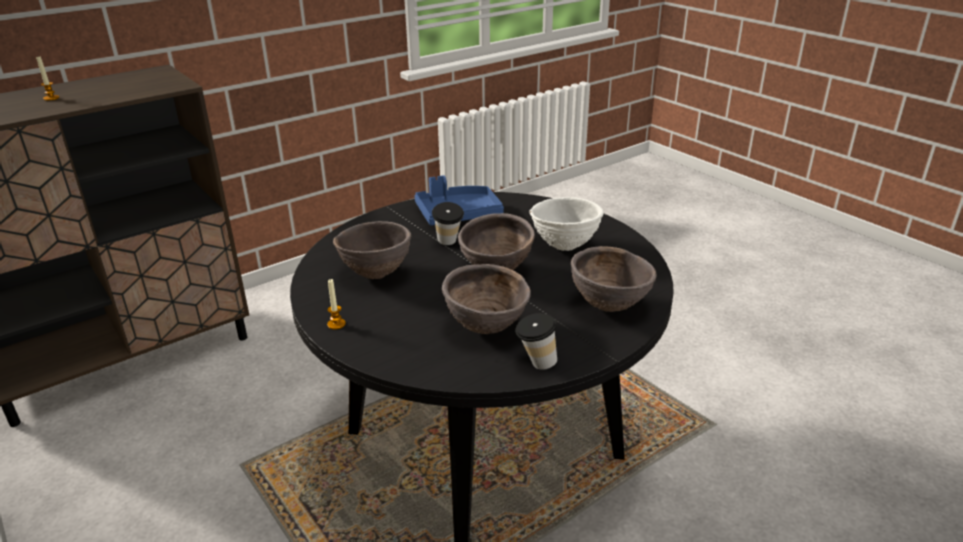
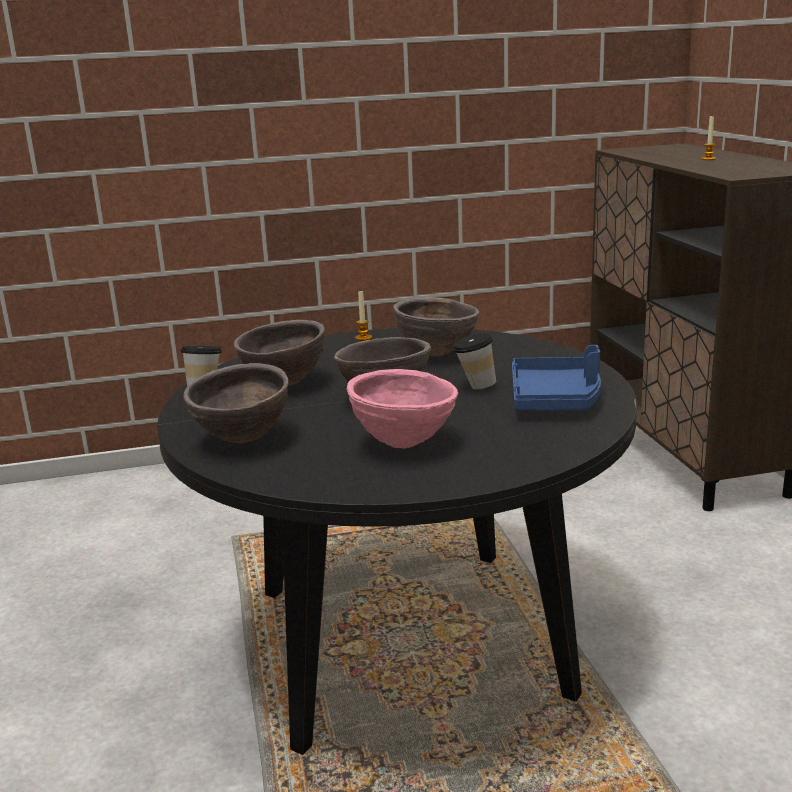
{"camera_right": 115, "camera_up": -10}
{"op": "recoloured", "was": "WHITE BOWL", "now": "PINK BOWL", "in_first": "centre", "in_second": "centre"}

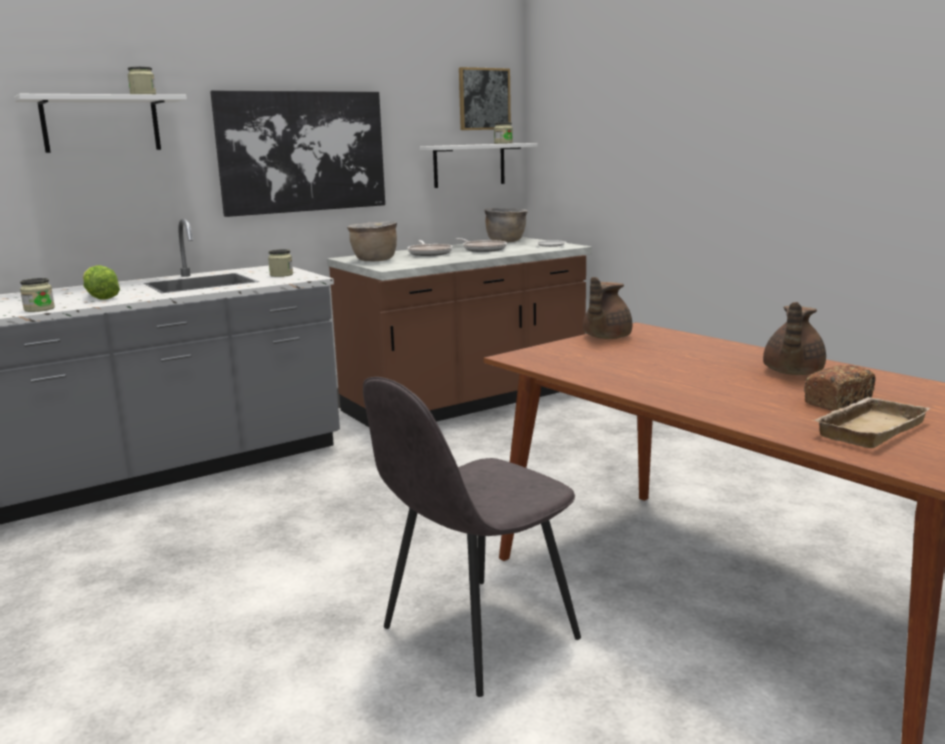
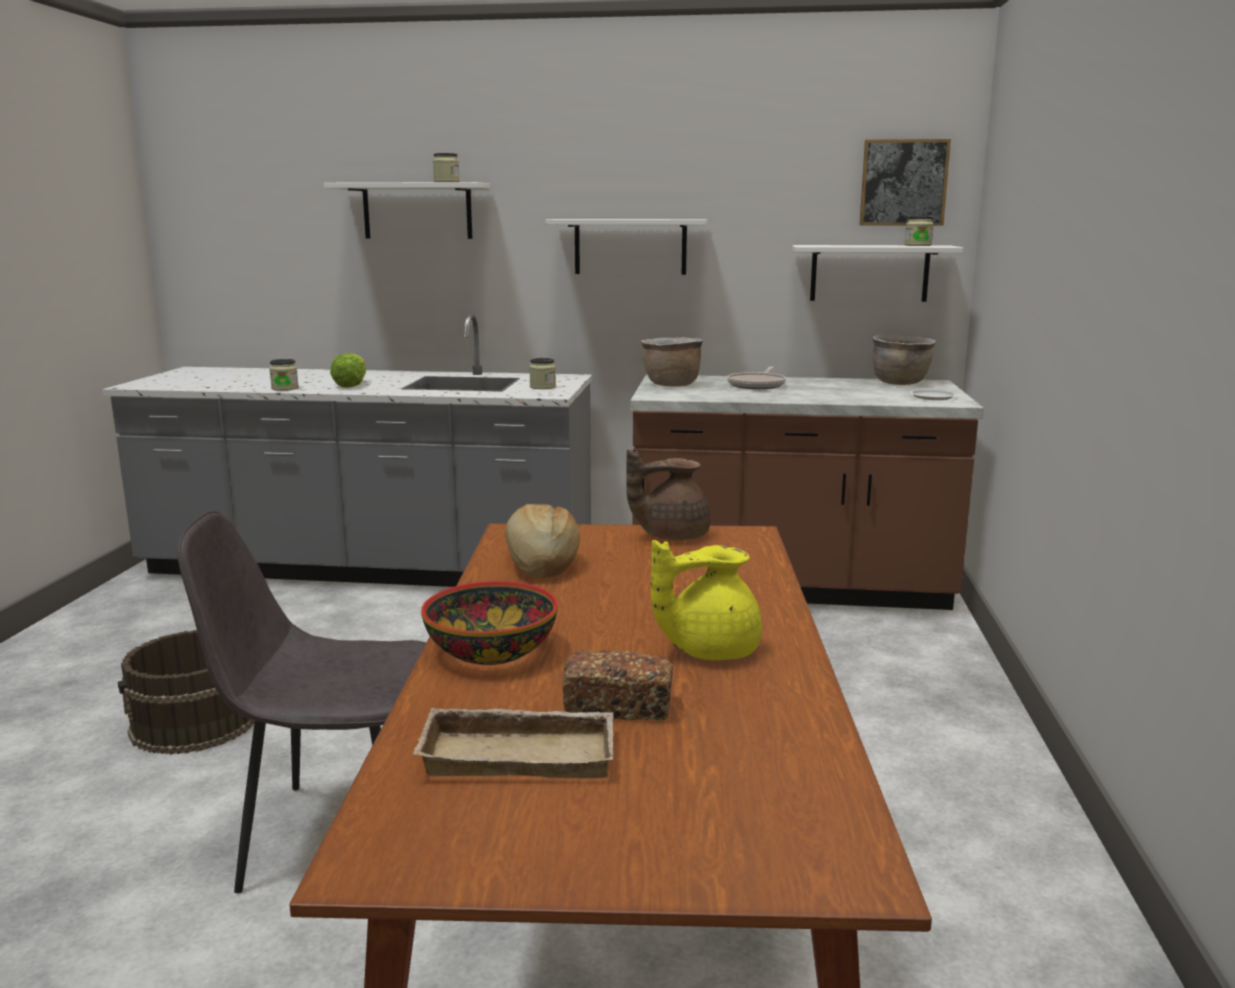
{"camera_right": 40, "camera_up": 0}
{"op": "replaced", "was": "PICTURE (1st from left)", "now": "WHITE SHELF (2nd from left)", "in_first": "top left", "in_second": "top centre"}
{"op": "removed", "was": "FRYING PAN (2nd from left)", "in_first": "top centre"}
{"op": "recoloured", "was": "BROWN TEAPOT (2nd from left)", "now": "YELLOW TEAPOT", "in_first": "middle right", "in_second": "centre"}
{"op": "added", "now": "BROWN BUCKET", "in_second": "bottom left"}
{"op": "added", "now": "BOWL", "in_second": "centre"}
{"op": "added", "now": "BREAD (1st from left)", "in_second": "centre"}

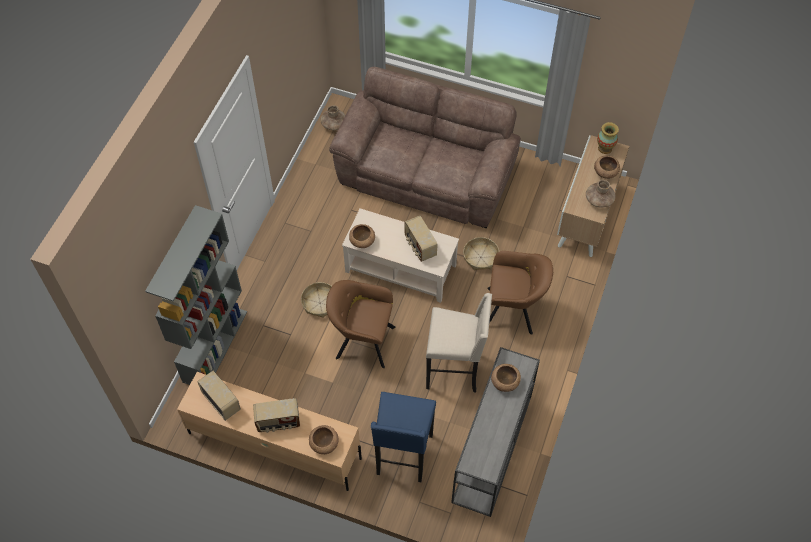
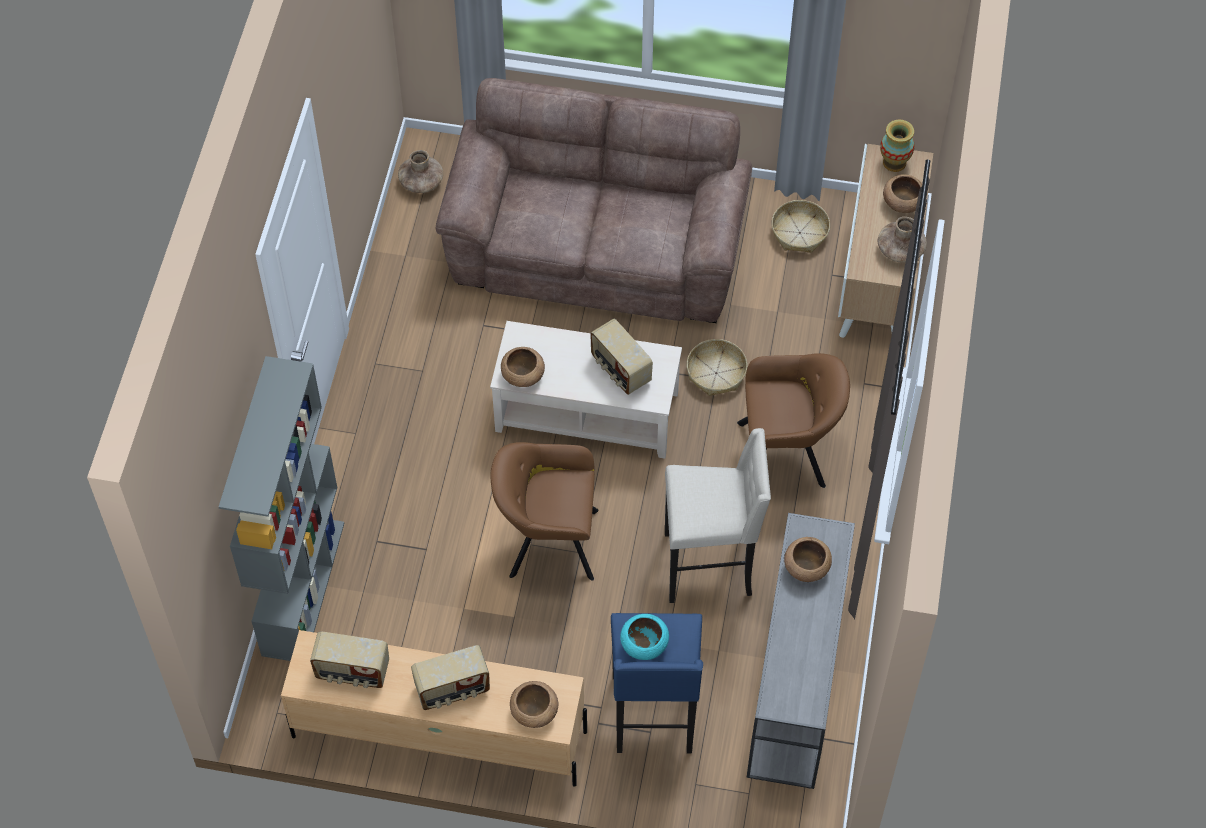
{"camera_right": -10, "camera_up": 0}
{"op": "turned", "was": "RADIO (1st from left)", "in_first": "bottom left", "in_second": "bottom left", "clockwise": 150}
{"op": "moved", "was": "BASKET (1st from left in the first image)", "now": "BASKET (2nd from left)", "in_first": "centre", "in_second": "top centre"}
{"op": "added", "now": "TURQUOISE BOWL", "in_second": "bottom centre"}

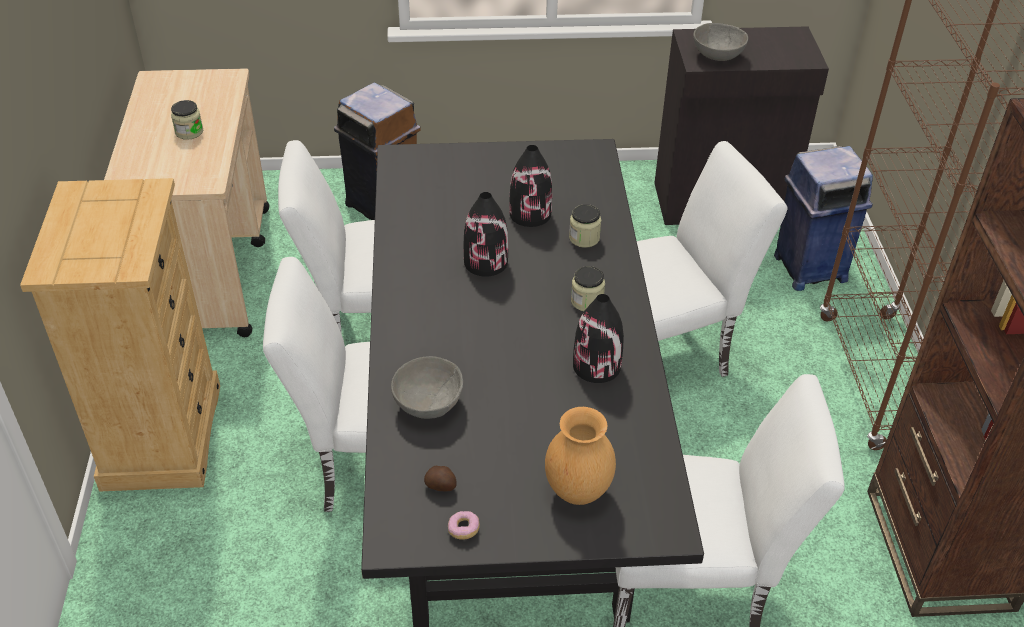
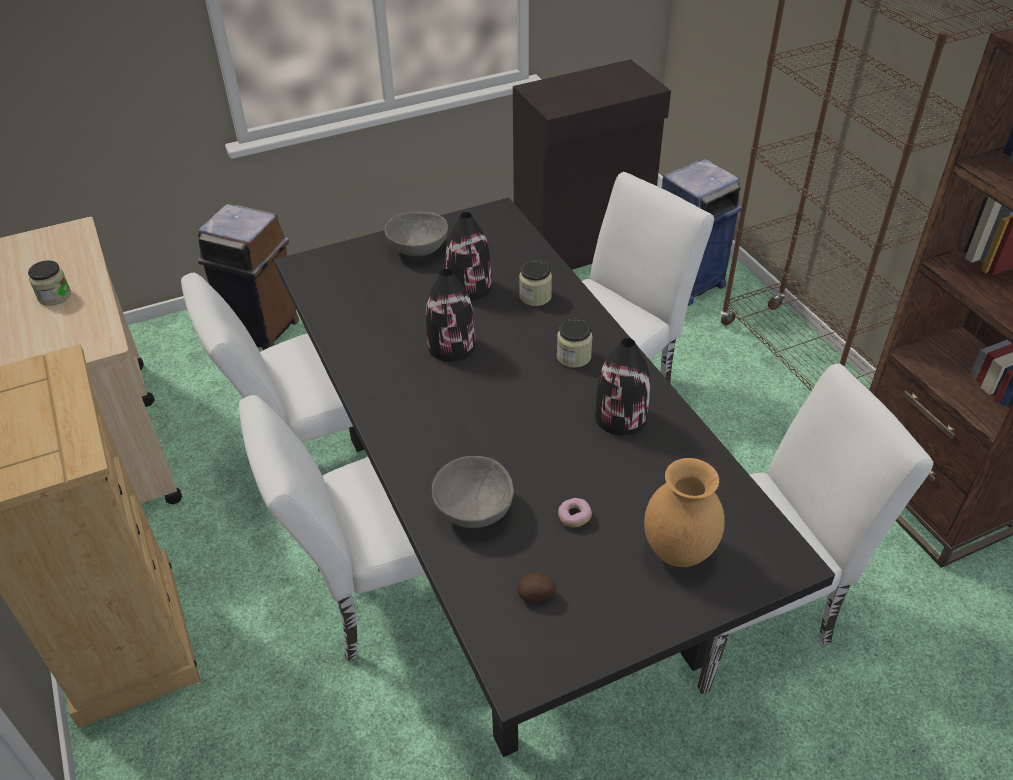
{"camera_right": -20, "camera_up": 0}
{"op": "moved", "was": "DONUT", "in_first": "bottom centre", "in_second": "centre"}
{"op": "moved", "was": "GREY BOWL (2nd from left in the first image)", "now": "GREY BOWL (1st from left)", "in_first": "top right", "in_second": "top centre"}

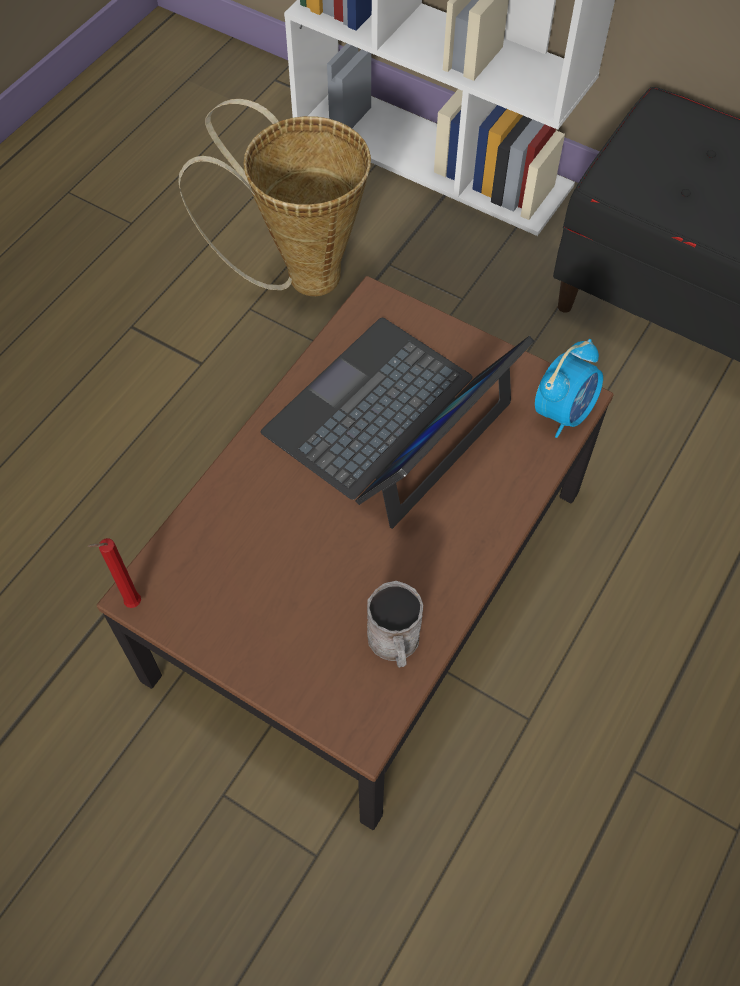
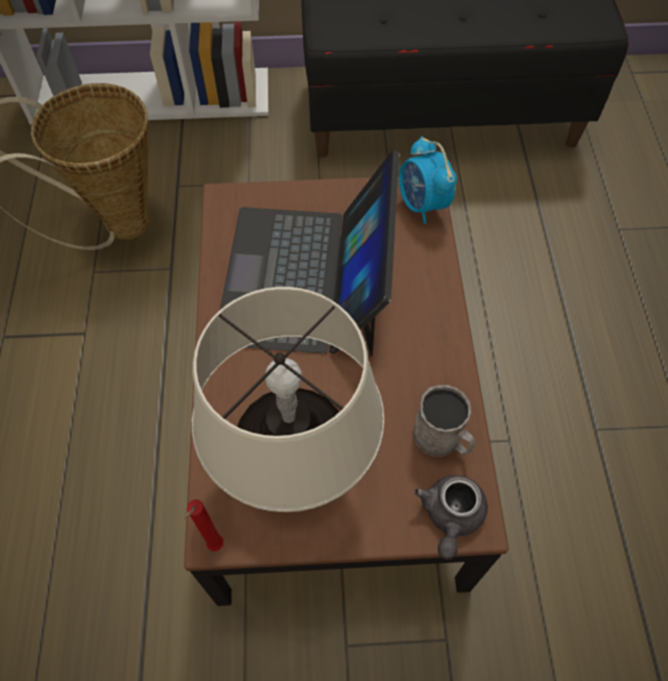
{"camera_right": -35, "camera_up": 0}
{"op": "turned", "was": "ALARM CLOCK", "in_first": "middle right", "in_second": "top centre", "clockwise": 150}
{"op": "added", "now": "BEIGE TABLE LAMP", "in_second": "centre"}
{"op": "added", "now": "GREY TEAPOT", "in_second": "bottom right"}

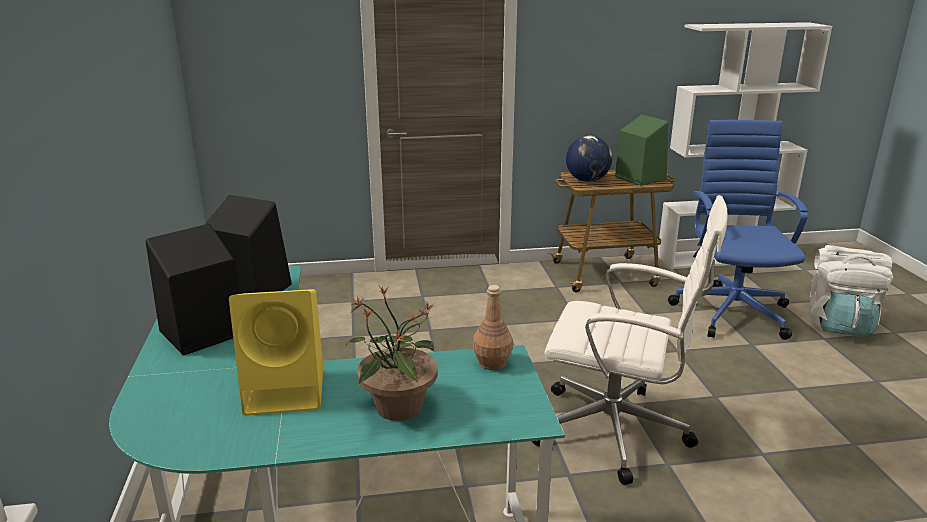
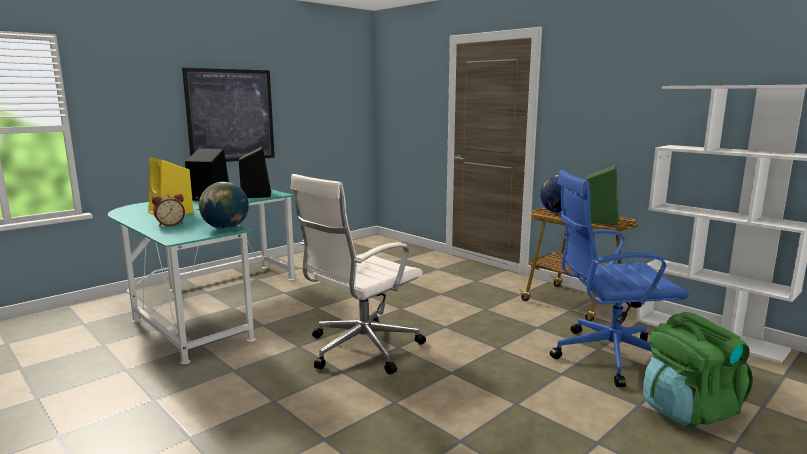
{"camera_right": 55, "camera_up": -10}
{"op": "replaced", "was": "POTTED PLANT", "now": "ALARM CLOCK", "in_first": "bottom centre", "in_second": "middle left"}
{"op": "replaced", "was": "BROWN BOTTLE", "now": "GLOBE (1st from left)", "in_first": "centre", "in_second": "middle left"}
{"op": "turned", "was": "WHITE OFFICE CHAIR", "in_first": "middle right", "in_second": "centre", "clockwise": 60}
{"op": "turned", "was": "BLUE OFFICE CHAIR", "in_first": "middle right", "in_second": "middle right", "clockwise": -150}
{"op": "recoloured", "was": "WHITE BACKPACK", "now": "GREEN BACKPACK", "in_first": "middle right", "in_second": "bottom right"}
{"op": "added", "now": "PICTURE", "in_second": "top left"}

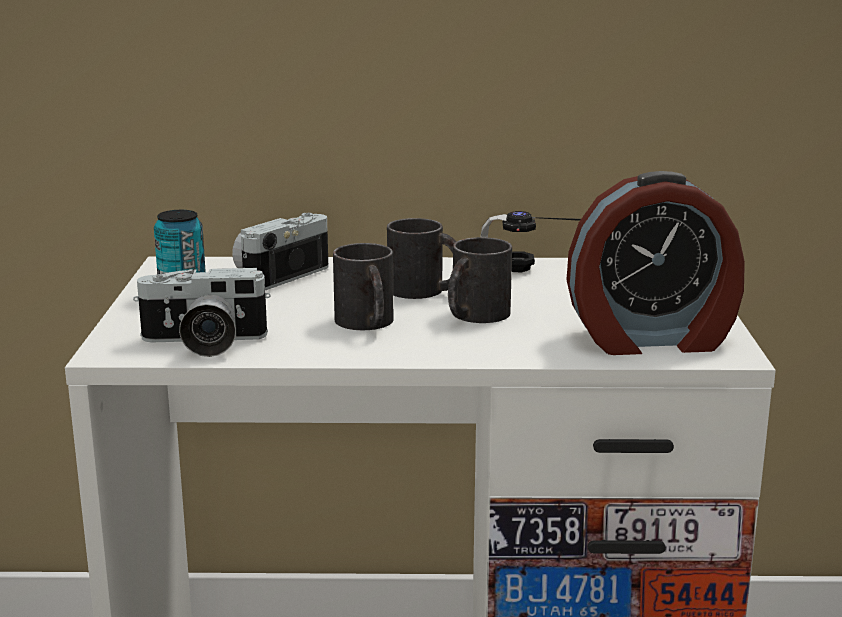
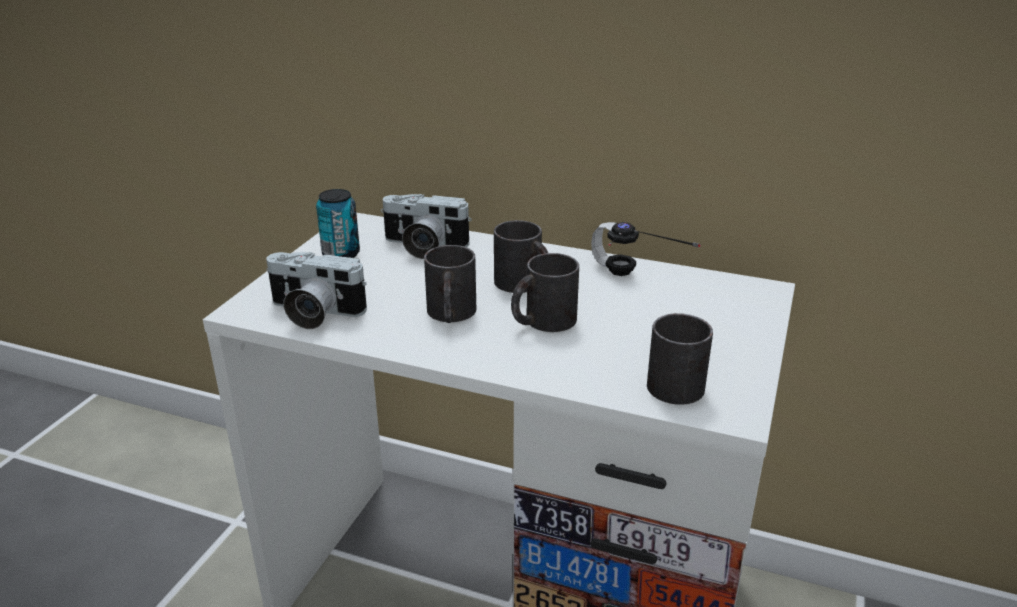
{"camera_right": 20, "camera_up": 10}
{"op": "turned", "was": "PHOTO CAMERA (2nd from left)", "in_first": "middle left", "in_second": "centre", "clockwise": -135}
{"op": "replaced", "was": "ALARM CLOCK", "now": "BLACK MUG (4th from left)", "in_first": "middle right", "in_second": "middle right"}

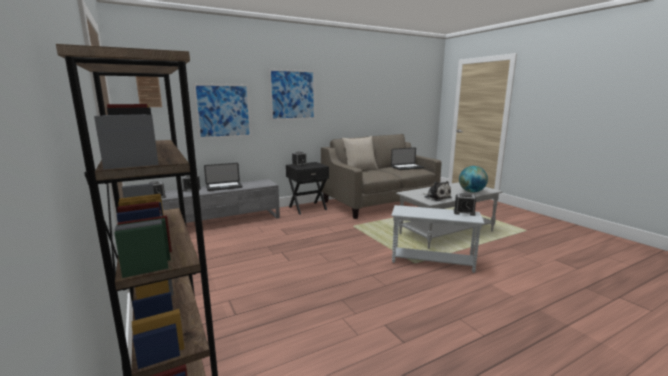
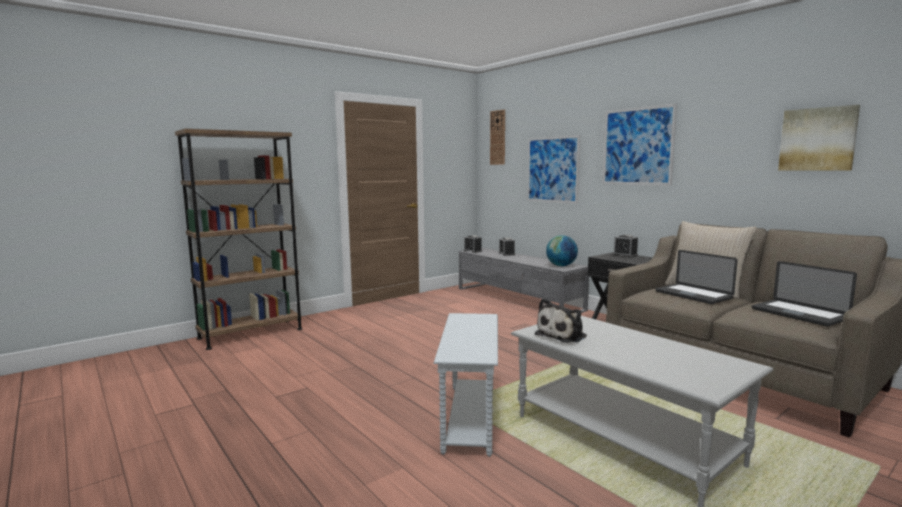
{"camera_right": 80, "camera_up": -5}
{"op": "moved", "was": "LAPTOP (1st from left)", "in_first": "centre", "in_second": "middle right"}
{"op": "removed", "was": "ALARM CLOCK (4th from left)", "in_first": "middle right"}
{"op": "moved", "was": "GLOBE", "in_first": "middle right", "in_second": "centre"}
{"op": "added", "now": "PICTURE (3rd from left)", "in_second": "top right"}

